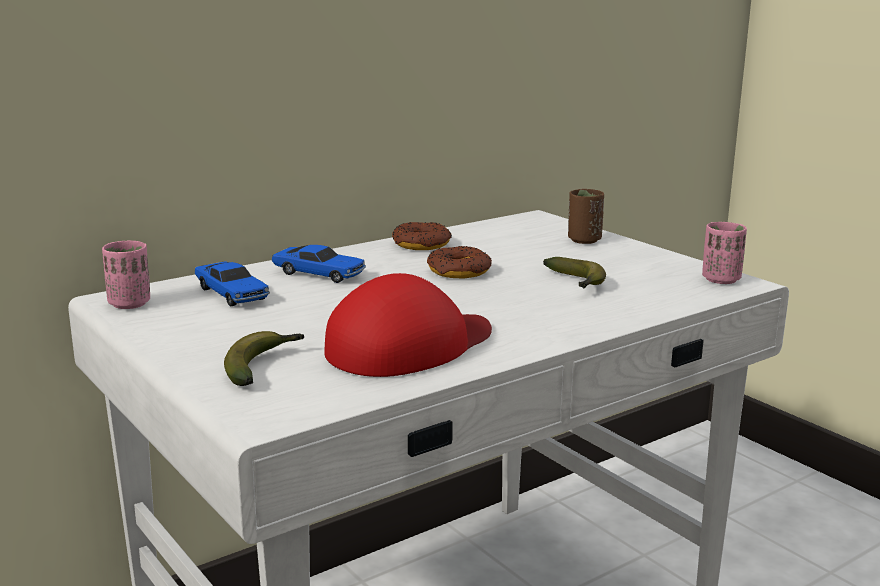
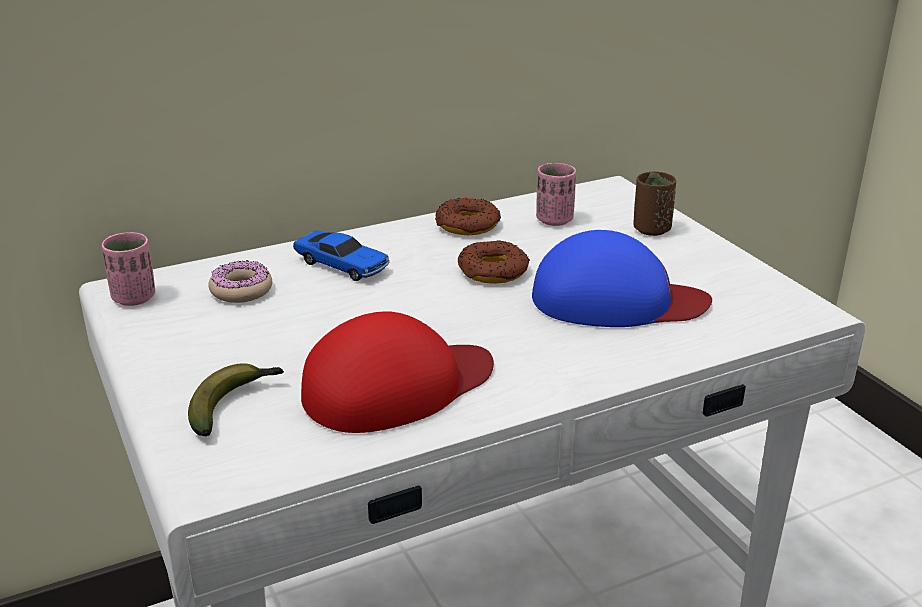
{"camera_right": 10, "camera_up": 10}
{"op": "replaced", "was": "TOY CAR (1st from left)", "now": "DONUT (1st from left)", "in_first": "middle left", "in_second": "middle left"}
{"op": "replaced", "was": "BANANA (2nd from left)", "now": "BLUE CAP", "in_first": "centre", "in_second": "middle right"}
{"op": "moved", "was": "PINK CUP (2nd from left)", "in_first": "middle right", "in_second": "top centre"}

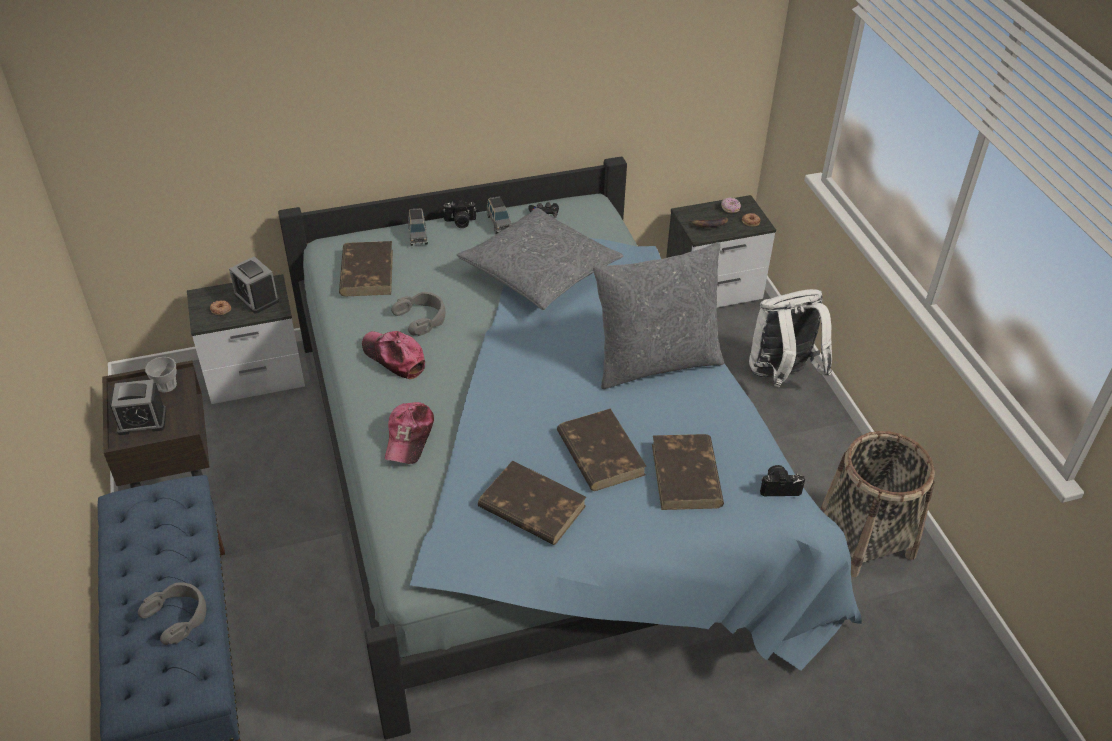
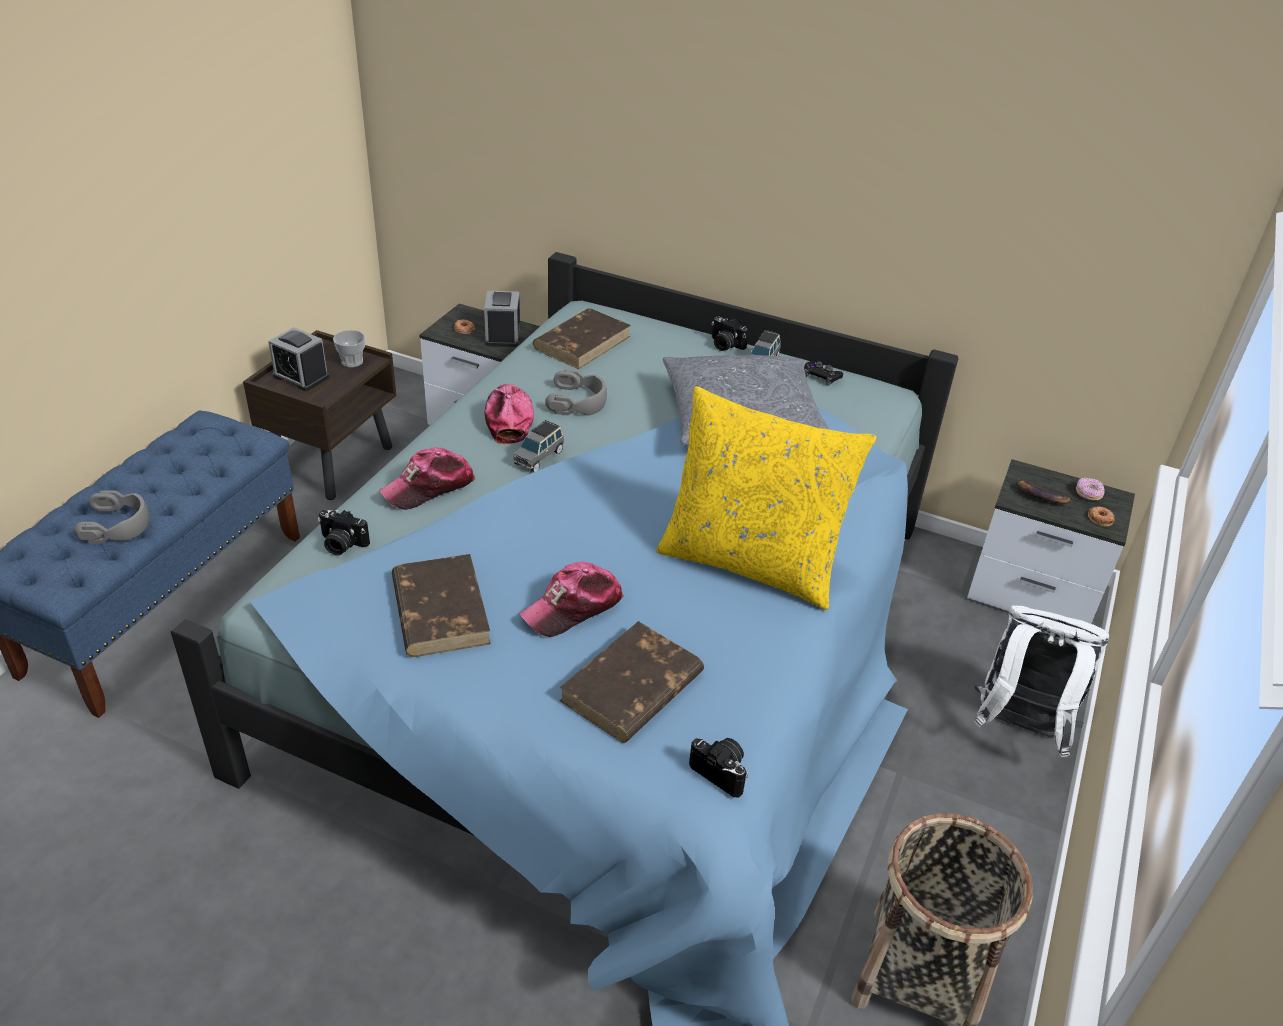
{"camera_right": 40, "camera_up": -5}
{"op": "moved", "was": "GREY TOY CAR (1st from left)", "in_first": "top centre", "in_second": "centre"}
{"op": "replaced", "was": "BROWN BOOK (3rd from left)", "now": "CAP (3rd from left)", "in_first": "centre", "in_second": "centre"}
{"op": "recoloured", "was": "GREY PILLOW (2nd from left)", "now": "YELLOW PILLOW", "in_first": "centre", "in_second": "centre"}
{"op": "added", "now": "PHOTO CAMERA (1st from left)", "in_second": "middle left"}

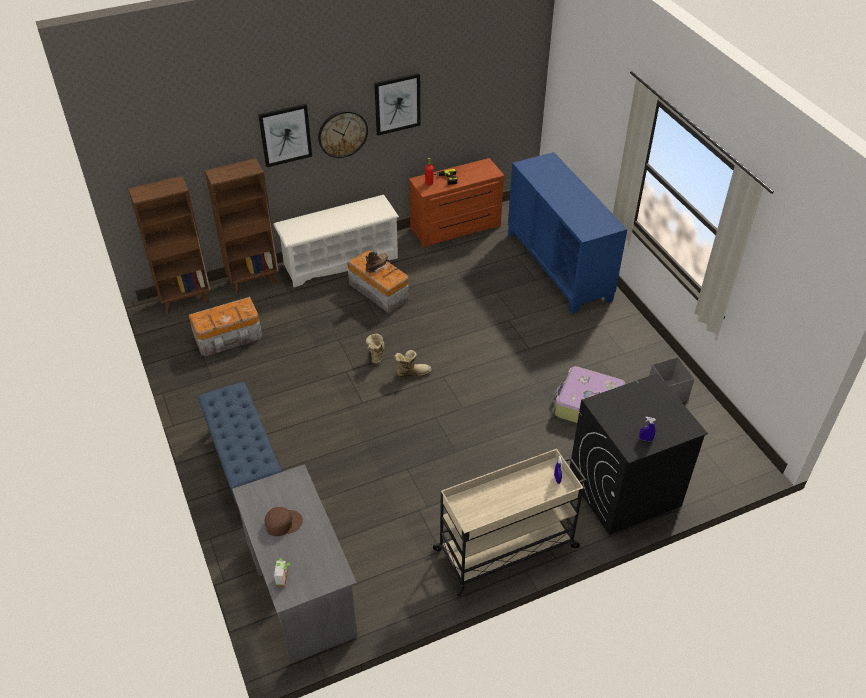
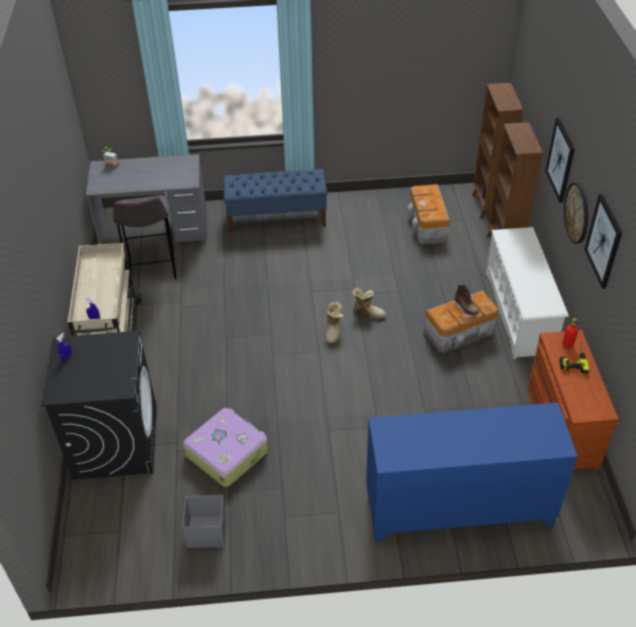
{"camera_right": 110, "camera_up": 0}
{"op": "removed", "was": "BROWN CAP", "in_first": "bottom left"}
{"op": "added", "now": "GREY STOOL", "in_second": "middle left"}

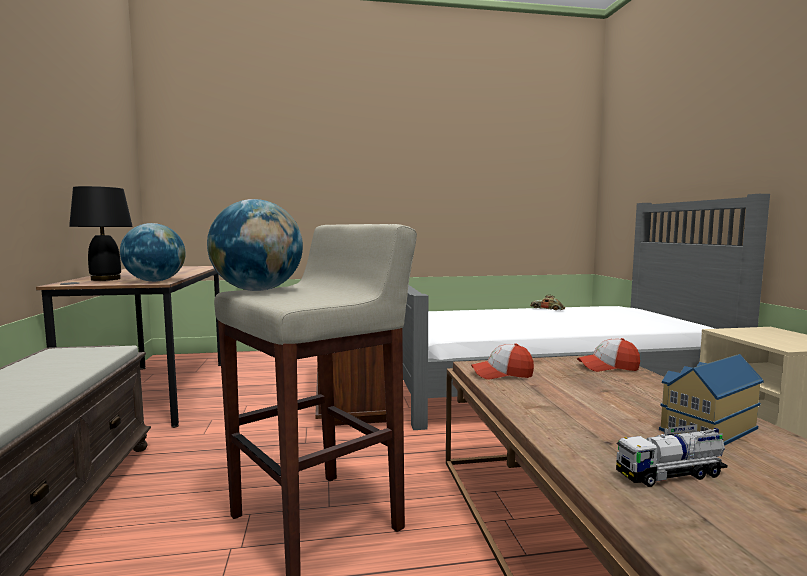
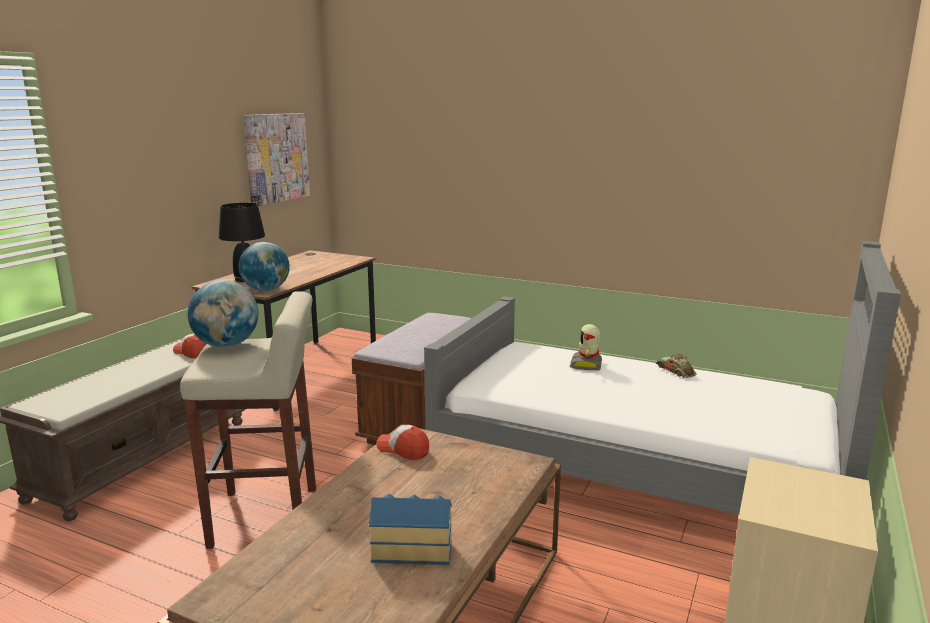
{"camera_right": 35, "camera_up": 10}
{"op": "moved", "was": "CAP (2nd from left in the first image)", "now": "CAP (1st from left)", "in_first": "middle right", "in_second": "middle left"}
{"op": "removed", "was": "TOY TRUCK", "in_first": "bottom right"}
{"op": "added", "now": "PICTURE", "in_second": "top left"}
{"op": "added", "now": "TOY ROBOT", "in_second": "centre"}

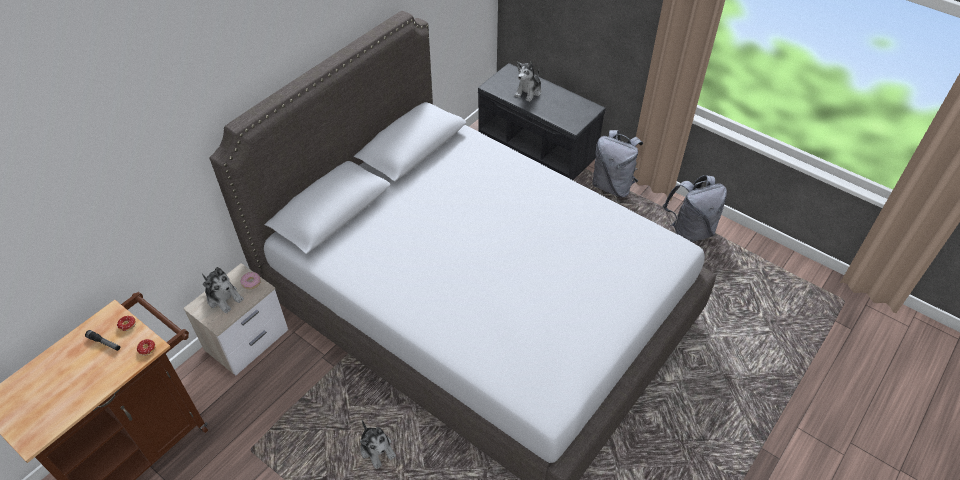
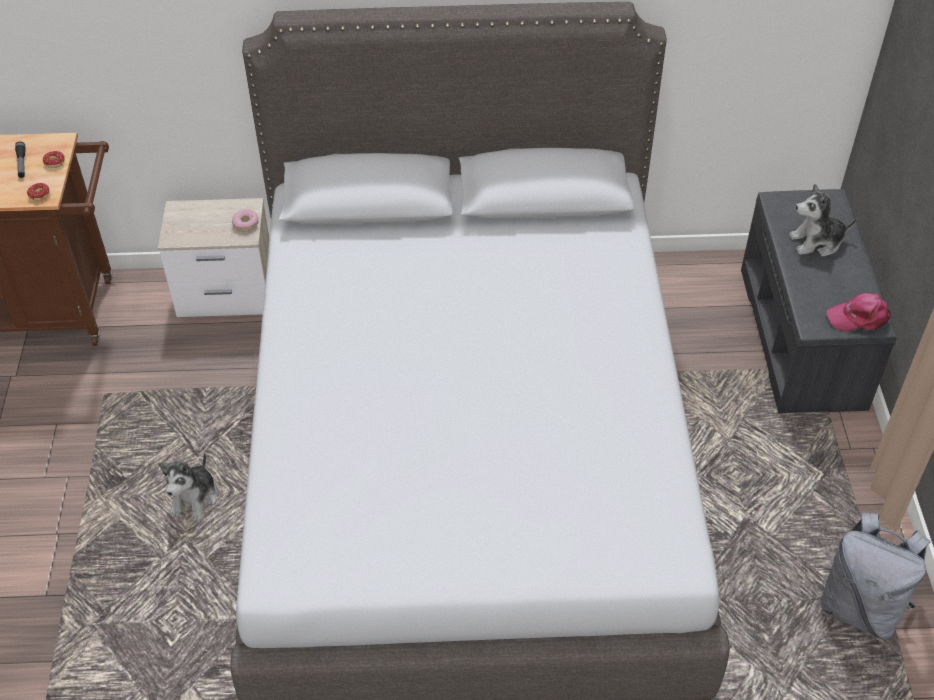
{"camera_right": 50, "camera_up": 0}
{"op": "removed", "was": "PLUSH TOY (1st from left)", "in_first": "middle left"}
{"op": "removed", "was": "GREY BACKPACK (1st from left)", "in_first": "centre"}
{"op": "added", "now": "PINK CAP", "in_second": "middle right"}

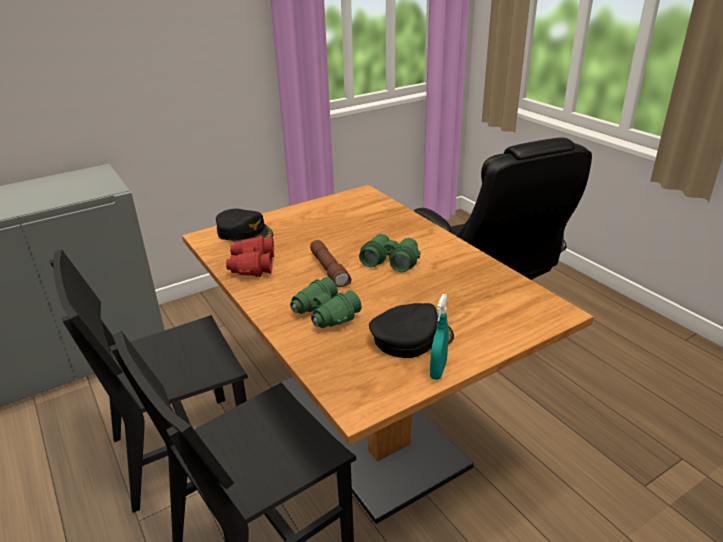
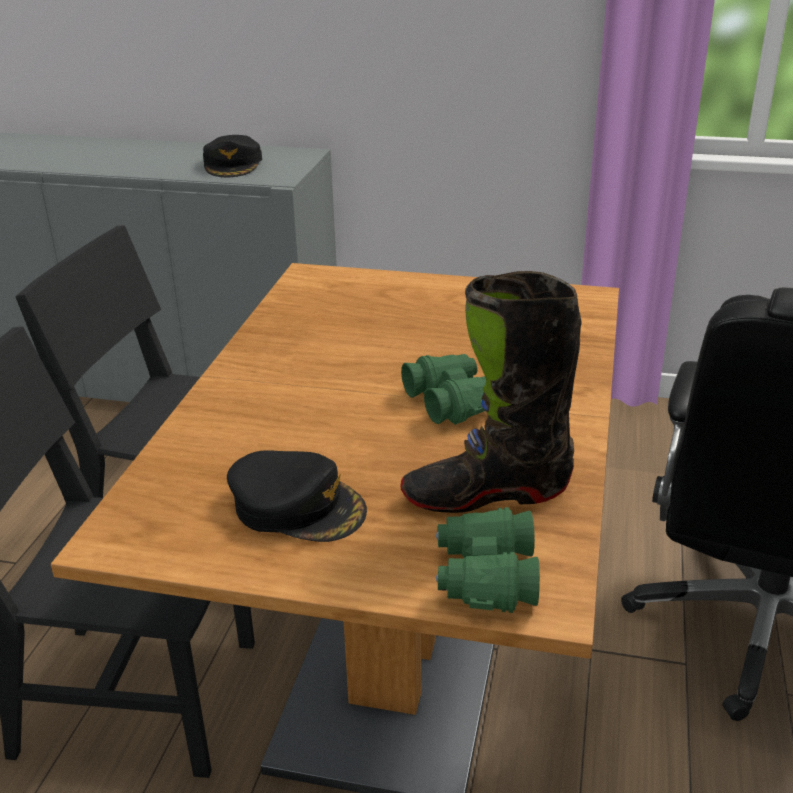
{"camera_right": 45, "camera_up": 0}
{"op": "moved", "was": "BLACK CAP (1st from left)", "in_first": "centre", "in_second": "top left"}
{"op": "removed", "was": "RED BINOCULARS", "in_first": "centre"}
{"op": "moved", "was": "GREEN BINOCULARS (1st from left in the first image)", "now": "GREEN BINOCULARS (2nd from left)", "in_first": "centre", "in_second": "bottom centre"}
{"op": "removed", "was": "BROWN FLASHLIGHT", "in_first": "centre"}
{"op": "removed", "was": "TURQUOISE SPRAY BOTTLE", "in_first": "centre"}
{"op": "added", "now": "BLACK BOOT", "in_second": "centre"}

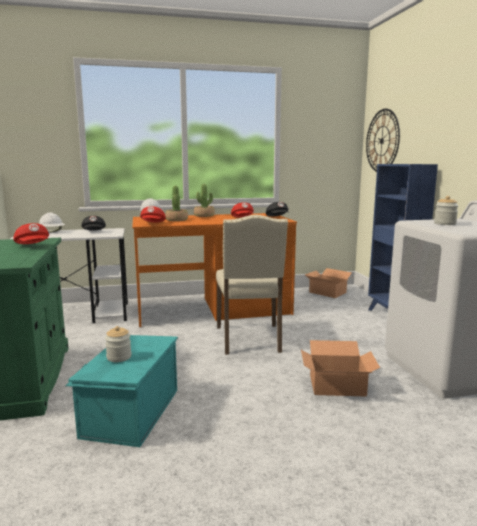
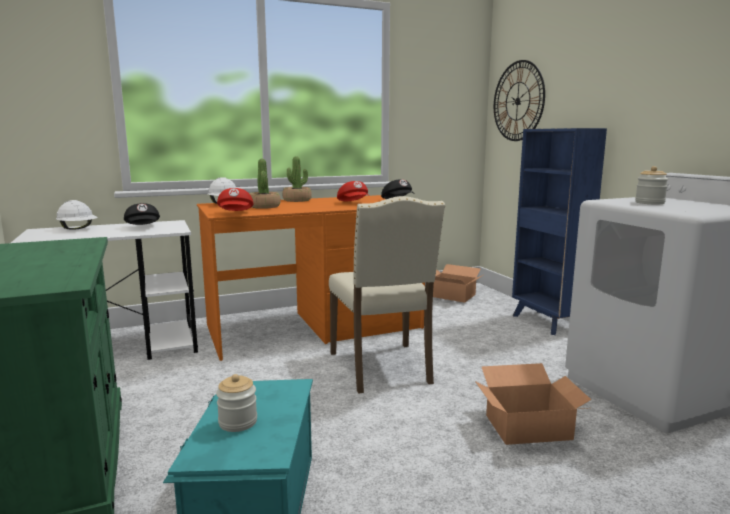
{"camera_right": -10, "camera_up": 0}
{"op": "removed", "was": "RED CAP (1st from left)", "in_first": "middle left"}

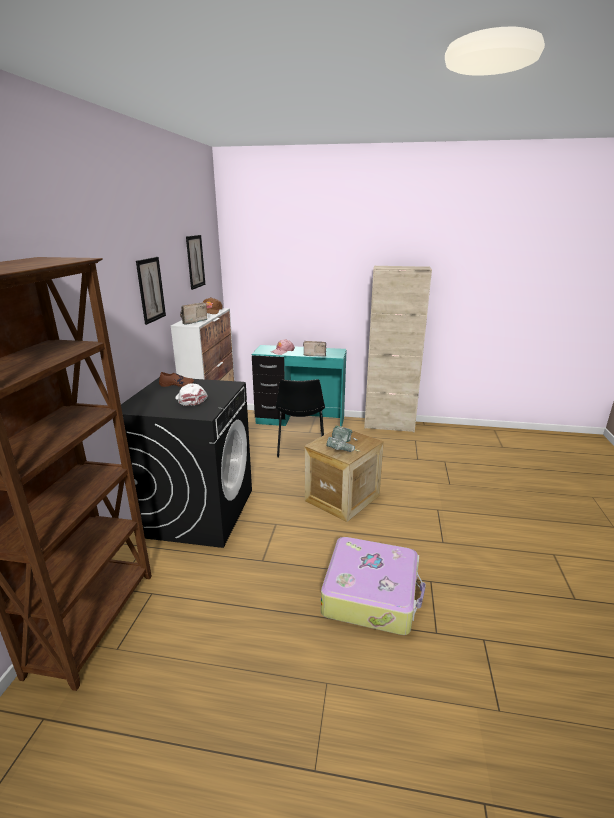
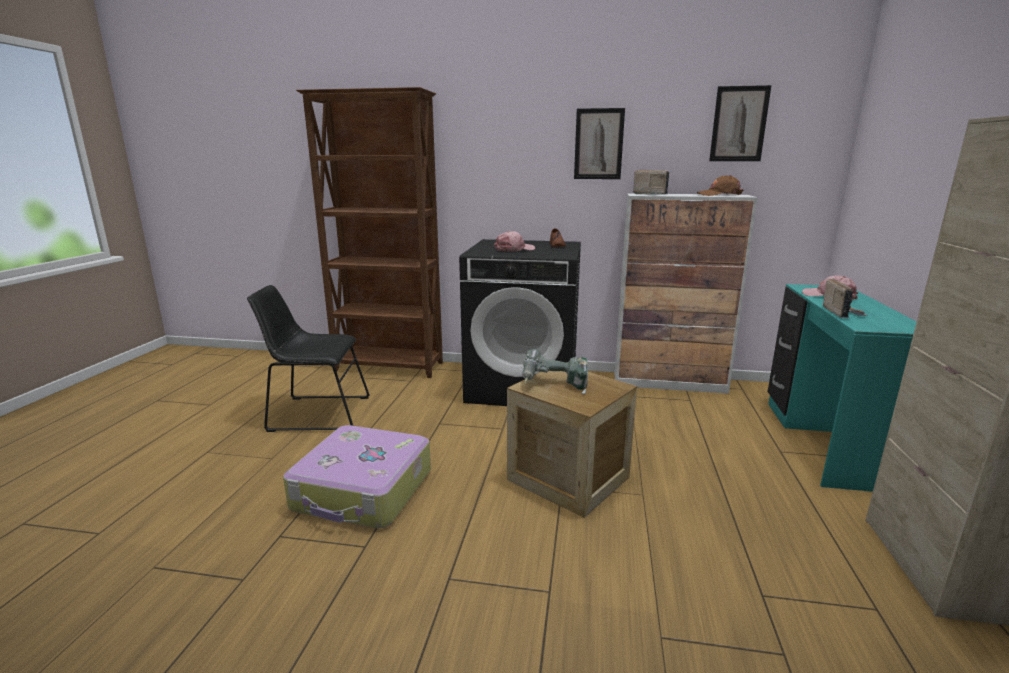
{"camera_right": 90, "camera_up": -5}
{"op": "recoloured", "was": "WHITE CAP", "now": "PINK CAP (1st from left)", "in_first": "middle left", "in_second": "centre"}
{"op": "moved", "was": "BLACK CHAIR", "in_first": "centre", "in_second": "middle left"}

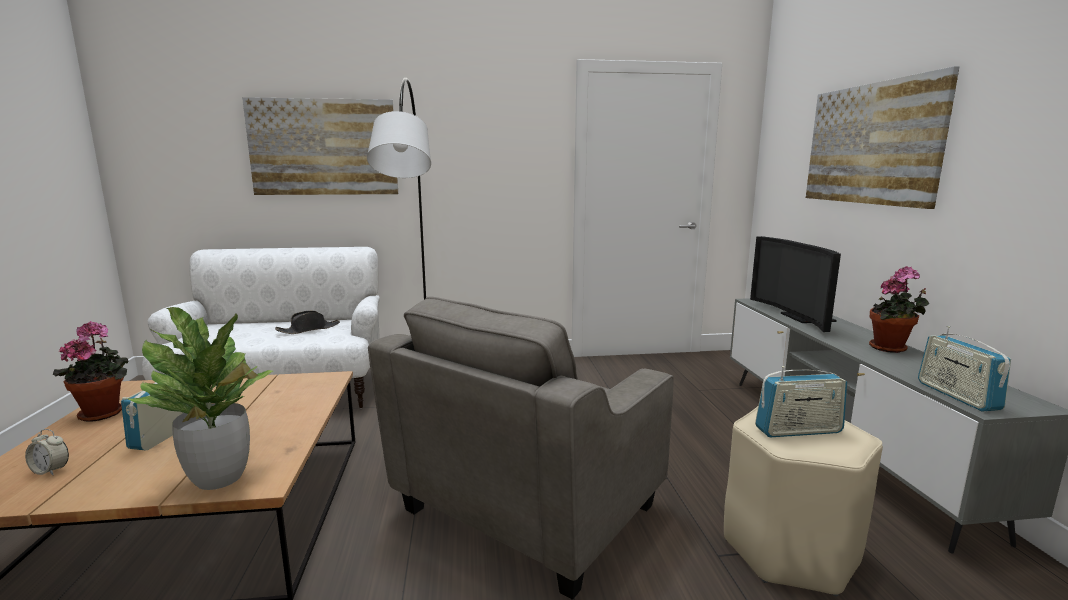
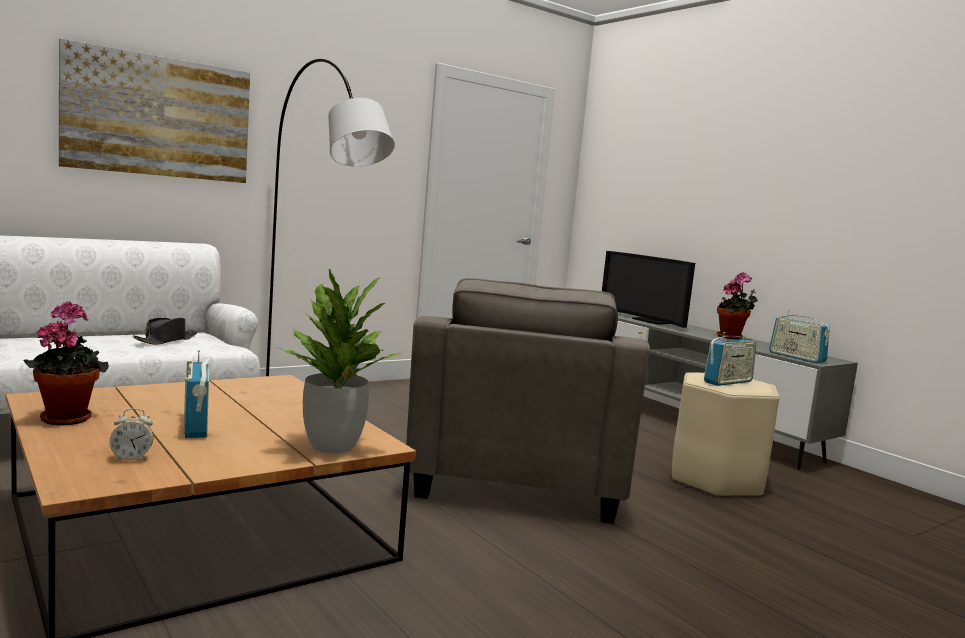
{"camera_right": -30, "camera_up": -5}
{"op": "removed", "was": "PICTURE (2nd from left)", "in_first": "top right"}

